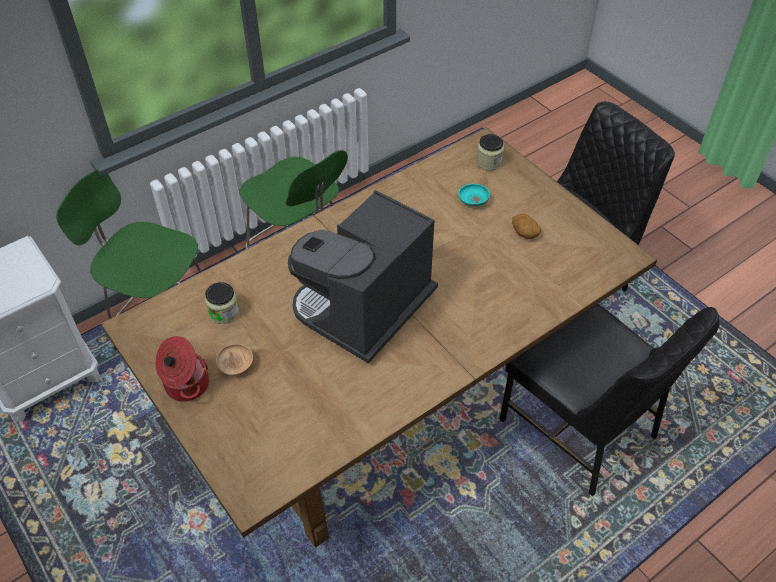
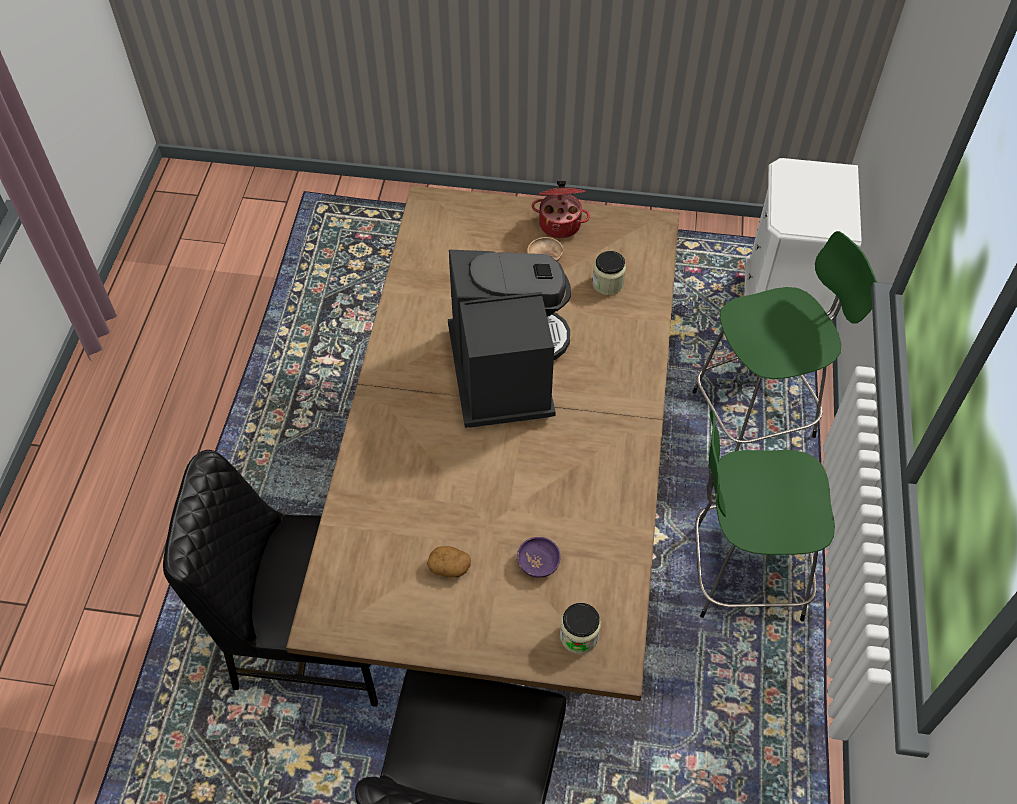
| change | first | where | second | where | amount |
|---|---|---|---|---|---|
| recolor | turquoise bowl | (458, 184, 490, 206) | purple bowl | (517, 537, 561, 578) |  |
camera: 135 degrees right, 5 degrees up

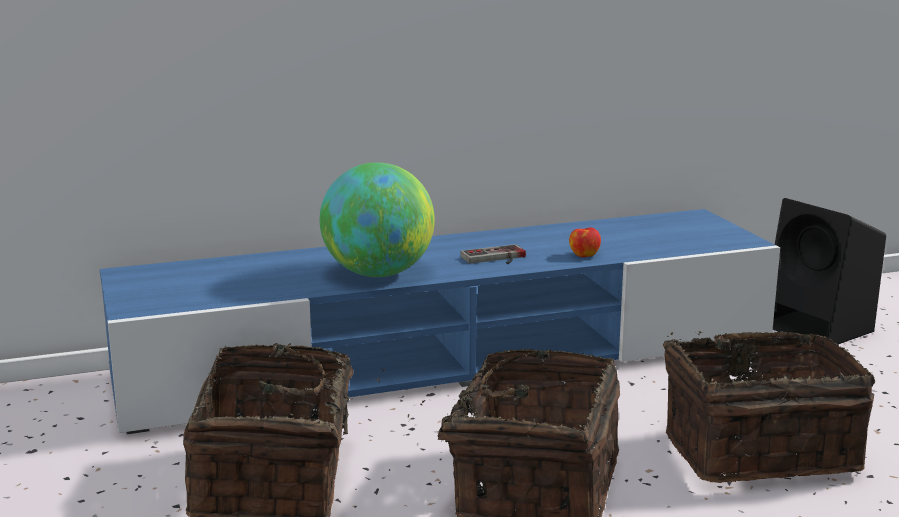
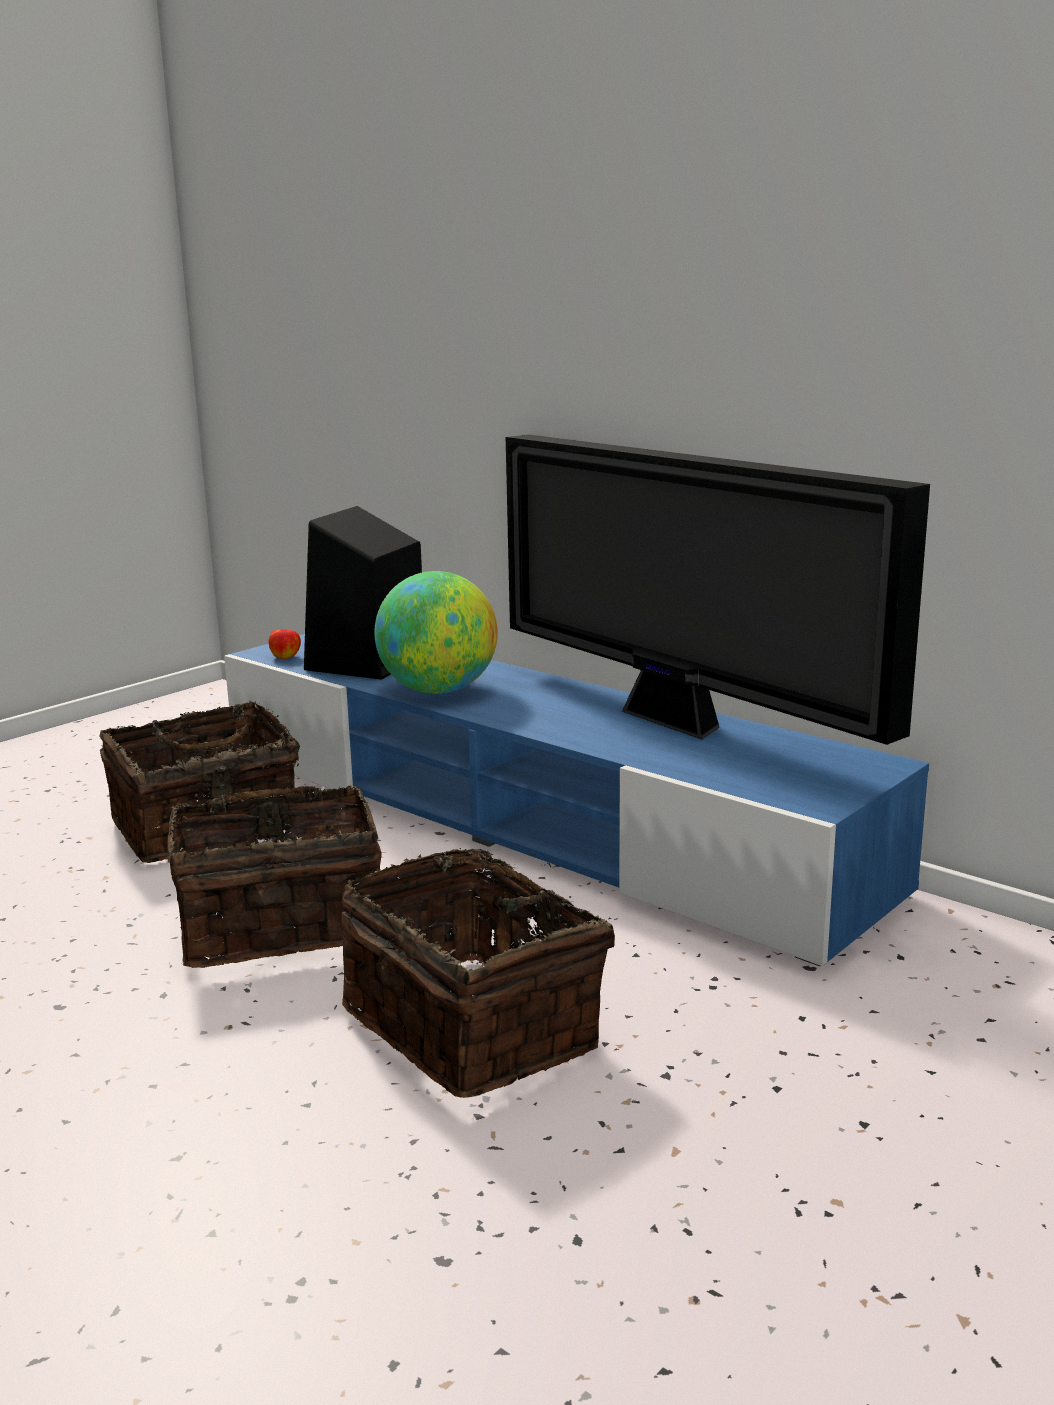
| change | first | where | second | where | amount |
|---|---|---|---|---|---|
| move | apple | (569, 228, 601, 257) |  | (268, 629, 301, 659) |  |
| move | black speaker | (773, 198, 886, 344) |  | (304, 506, 422, 680) |  |
| insert |  |  | television | (506, 434, 930, 745) |  |
| delete | game controller | (460, 244, 526, 264) |  |  |  |
camera: 60 degrees right, 0 degrees up

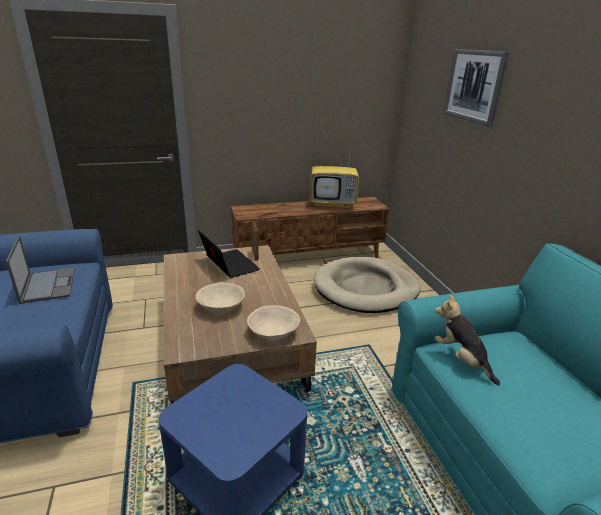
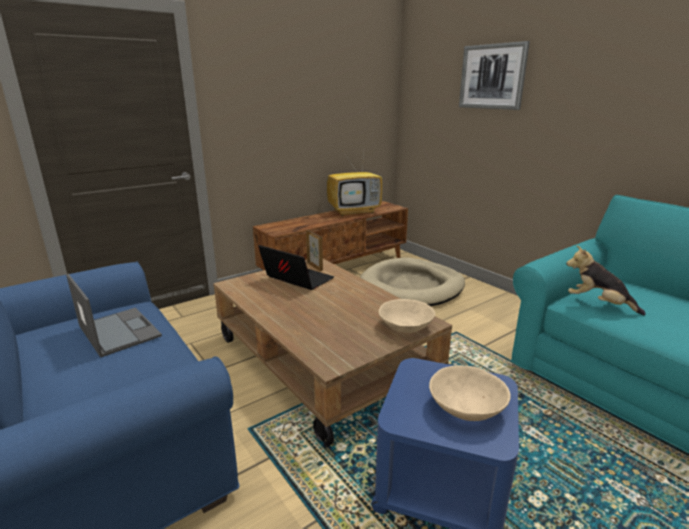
| change | first | where | second | where | amount |
|---|---|---|---|---|---|
| move | beige bowl | (196, 283, 245, 313) |  | (429, 365, 511, 421) |  |
camera: 20 degrees left, 5 degrees down

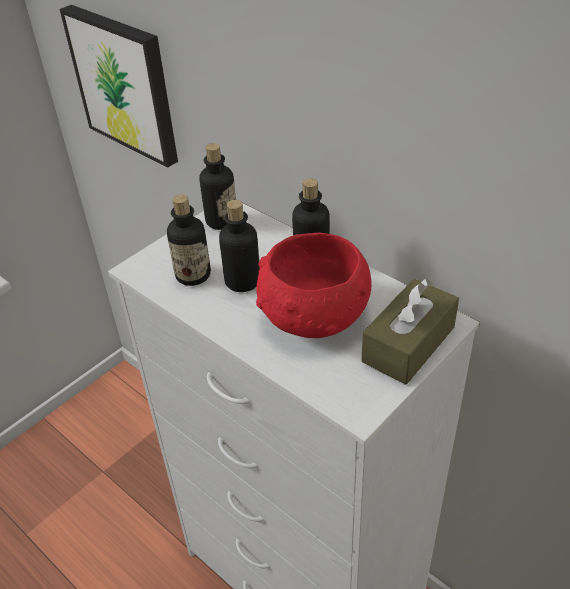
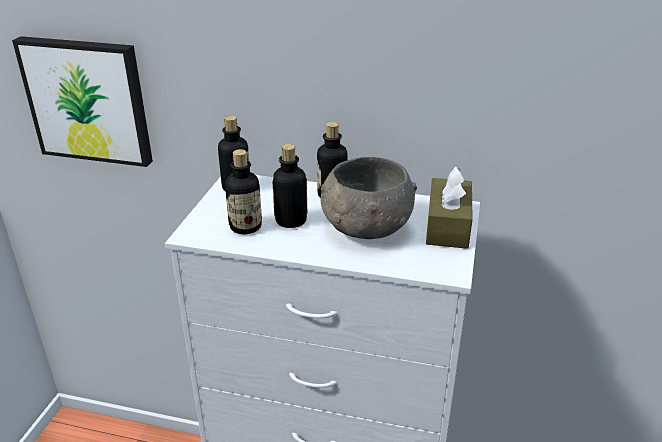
| change | first | where | second | where | amount |
|---|---|---|---|---|---|
| recolor | red bowl | (256, 233, 371, 338) | grey bowl | (321, 157, 417, 239) |  |
camera: 30 degrees left, 10 degrees down

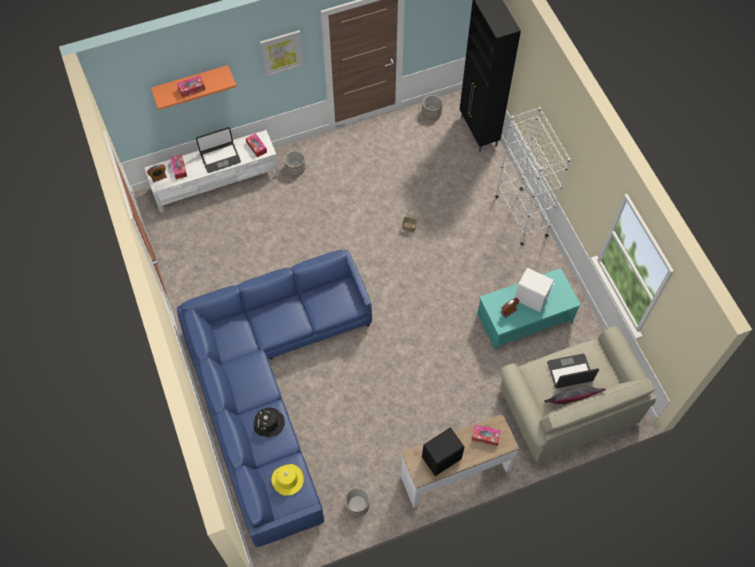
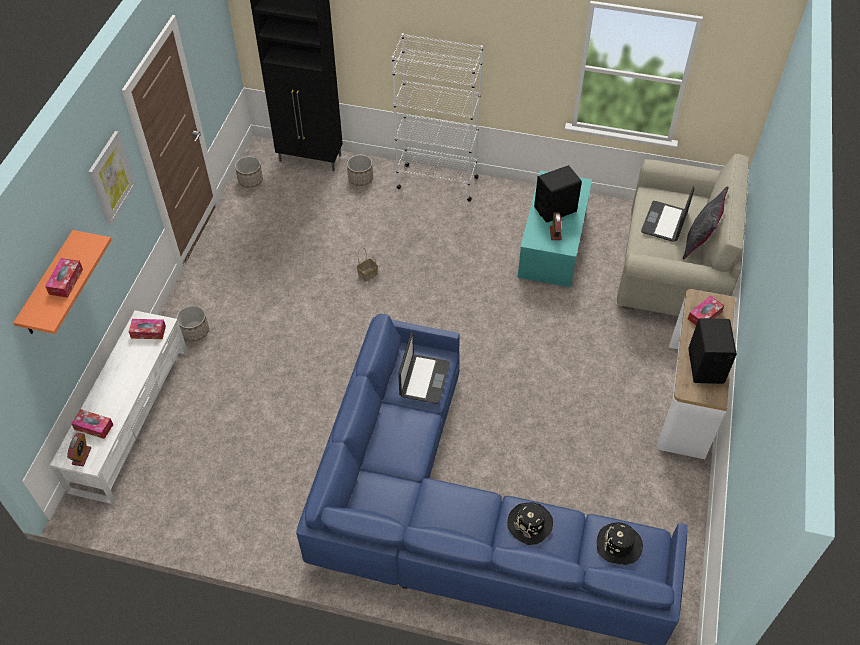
| change | first | where | second | where | amount |
|---|---|---|---|---|---|
| move | planter | (345, 488, 369, 517) |  | (347, 155, 373, 186) |  |
| move | laptop | (196, 127, 241, 173) |  | (398, 333, 450, 404) |  |
| recolor | white speaker | (515, 268, 555, 312) | black speaker | (534, 165, 582, 223) |  |
| recolor | yellow hat | (271, 464, 304, 496) | black hat | (597, 522, 643, 565) |  |
camera: 55 degrees left, 10 degrees down

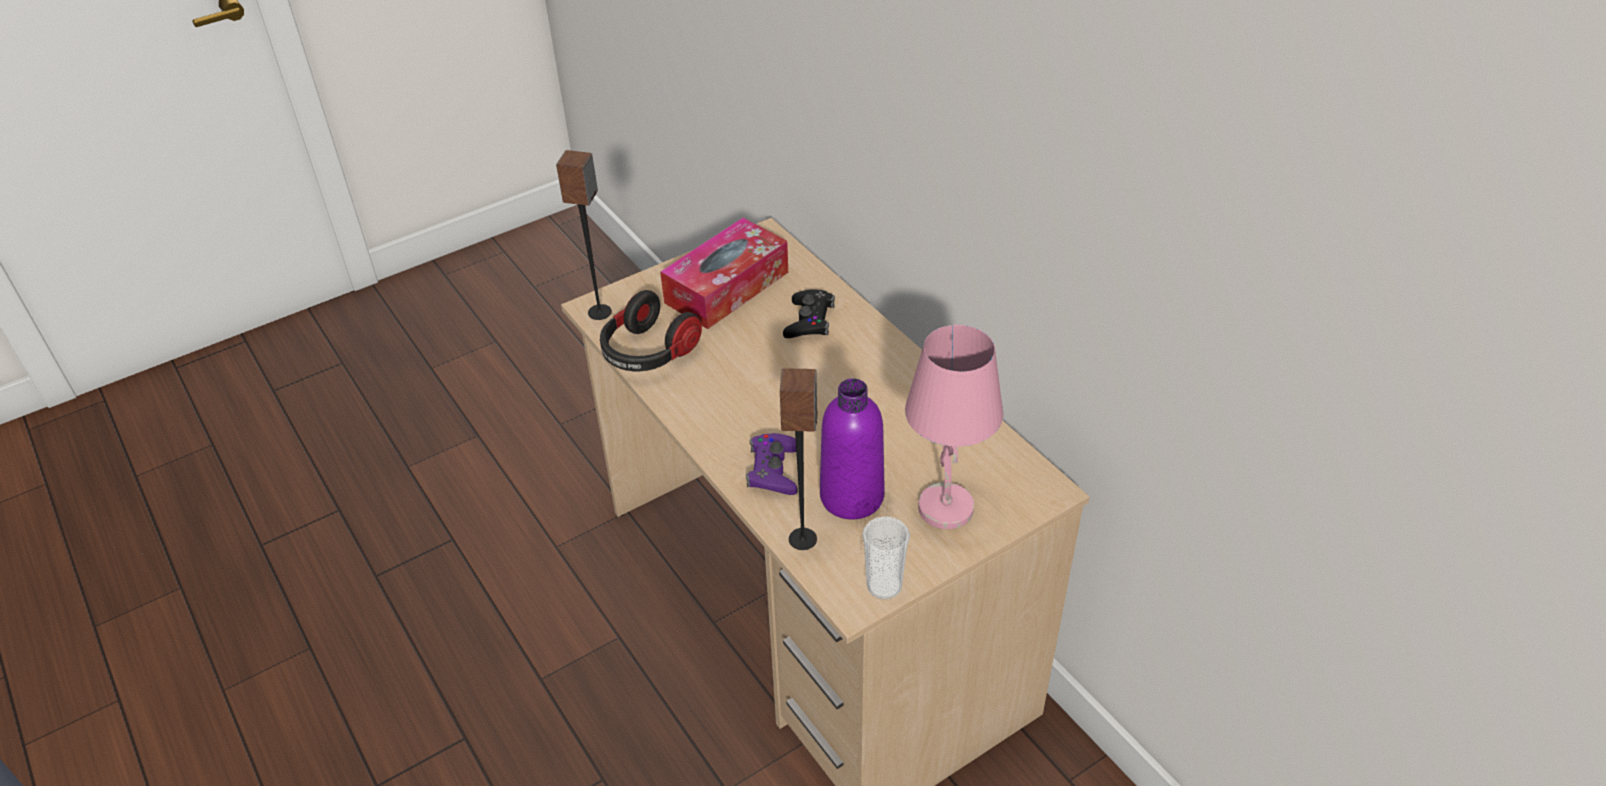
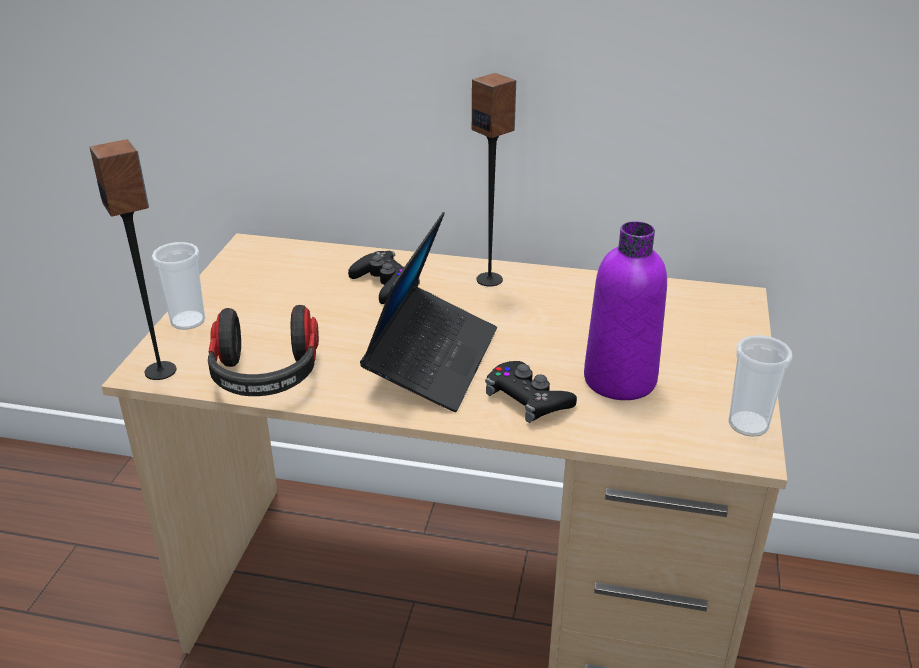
| change | first | where | second | where | amount |
|---|---|---|---|---|---|
| insert |  |  | cup | (152, 242, 205, 330) |  |
| insert |  |  | laptop | (360, 212, 497, 412) |  |
| move | speaker | (780, 368, 817, 550) |  | (472, 73, 516, 286) |  |
| recolor | purple game controller | (746, 433, 798, 495) | black game controller | (485, 361, 577, 423) |  |
| delete | tissue box | (660, 218, 788, 329) |  |  |  |
| delete | pink table lamp | (905, 325, 1003, 529) |  |  |  |
camera: 45 degrees left, 10 degrees down

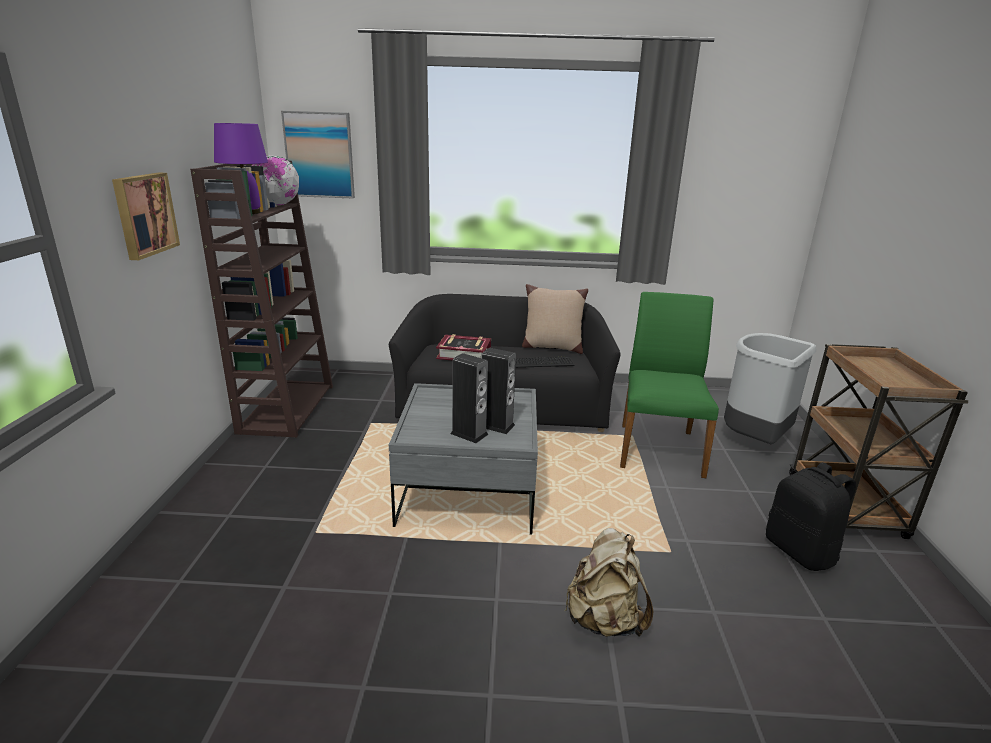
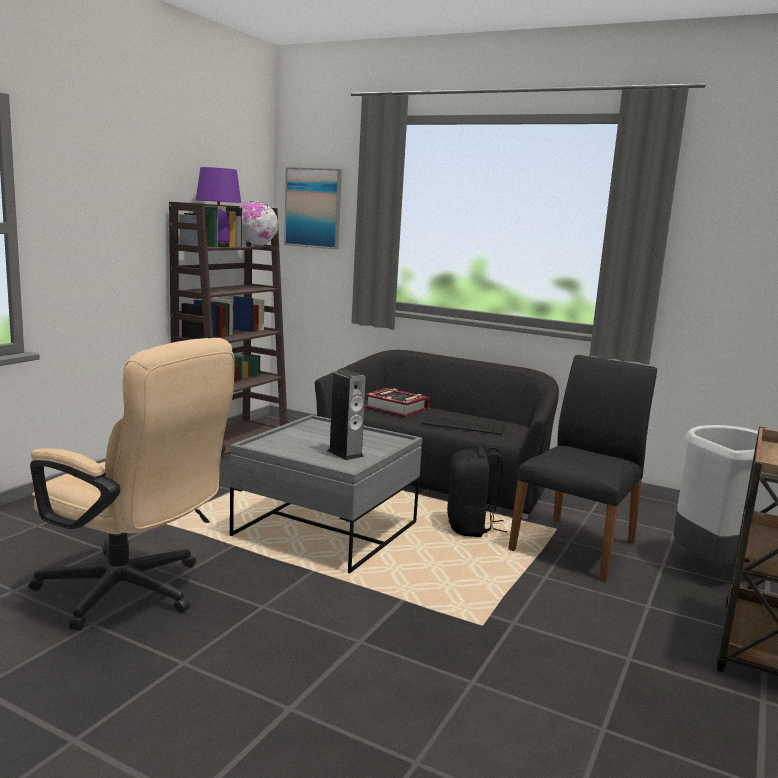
| change | first | where | second | where | amount |
|---|---|---|---|---|---|
| insert |  |  | beige office chair | (29, 338, 235, 631) |  |
| move | black backpack | (766, 462, 856, 571) |  | (447, 445, 507, 537) |  |
| recolor | green chair | (620, 292, 719, 478) | black chair | (508, 355, 657, 582) |  |
| delete | picture | (112, 172, 180, 260) |  |  |  |
| delete | speaker | (450, 353, 489, 443) |  |  |  |
| delete | beige pillow | (522, 284, 588, 354) |  |  |  |
| delete | beige backpack | (565, 528, 653, 637) |  |  |  |
camera: 25 degrees right, 10 degrees down

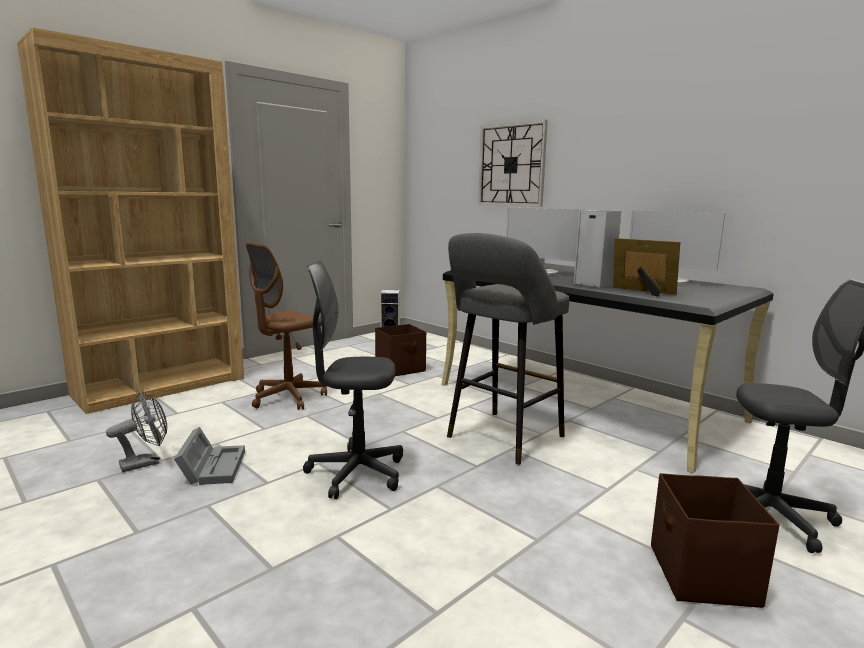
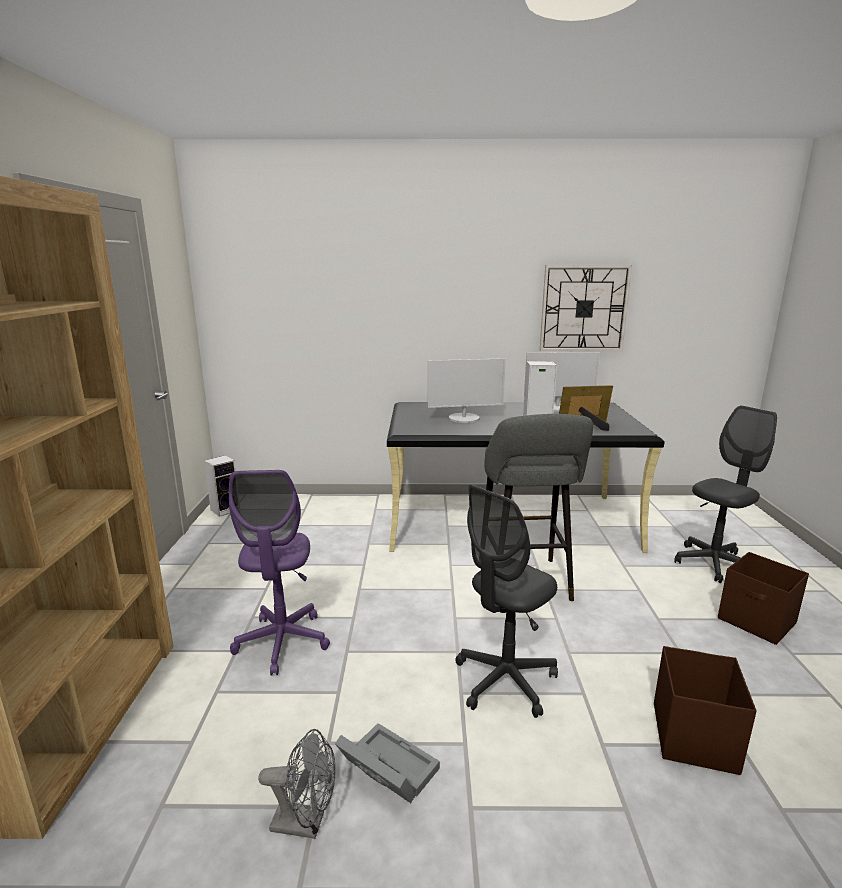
| change | first | where | second | where | amount |
|---|---|---|---|---|---|
| recolor | brown office chair | (246, 243, 327, 410) | purple office chair | (229, 470, 330, 675) |  |
| rotate | grey fan | (106, 392, 167, 472) |  | (258, 729, 335, 839) | 90 degrees clockwise |
| move | wall clock | (478, 120, 548, 207) |  | (540, 265, 632, 351) |  |
| move | brown storage box | (375, 324, 426, 376) |  | (654, 646, 757, 775) |  |
camera: 45 degrees left, 5 degrees up

